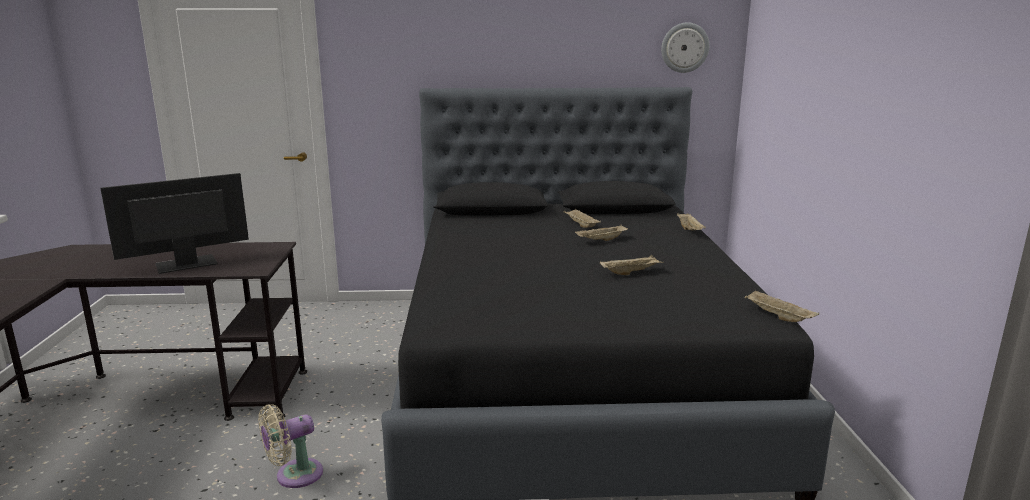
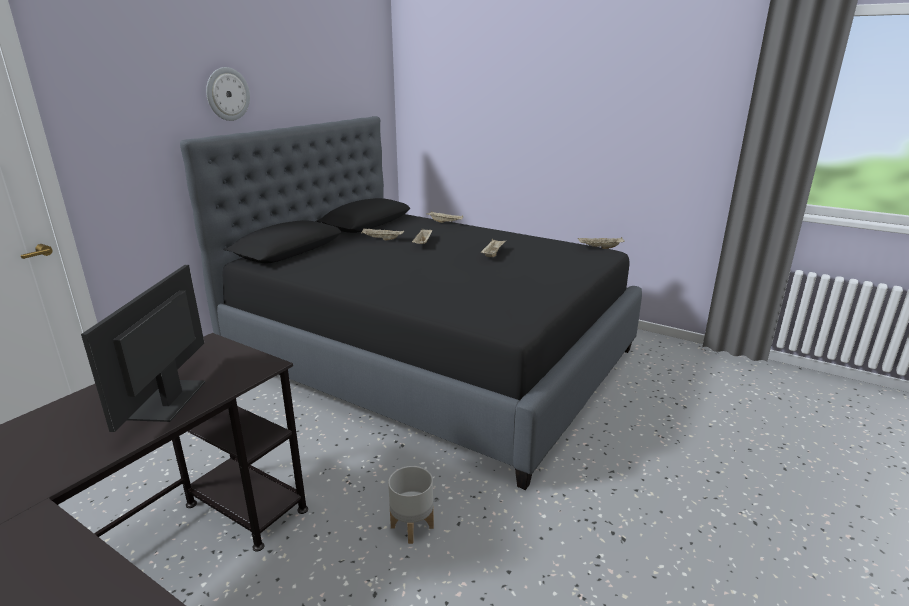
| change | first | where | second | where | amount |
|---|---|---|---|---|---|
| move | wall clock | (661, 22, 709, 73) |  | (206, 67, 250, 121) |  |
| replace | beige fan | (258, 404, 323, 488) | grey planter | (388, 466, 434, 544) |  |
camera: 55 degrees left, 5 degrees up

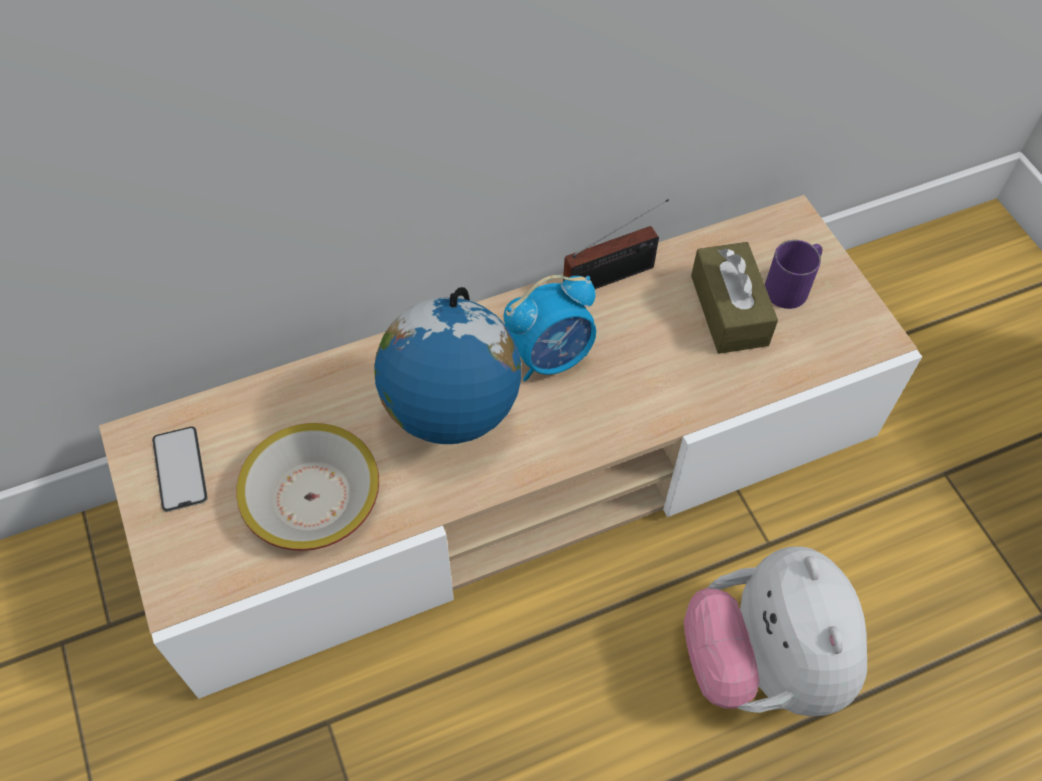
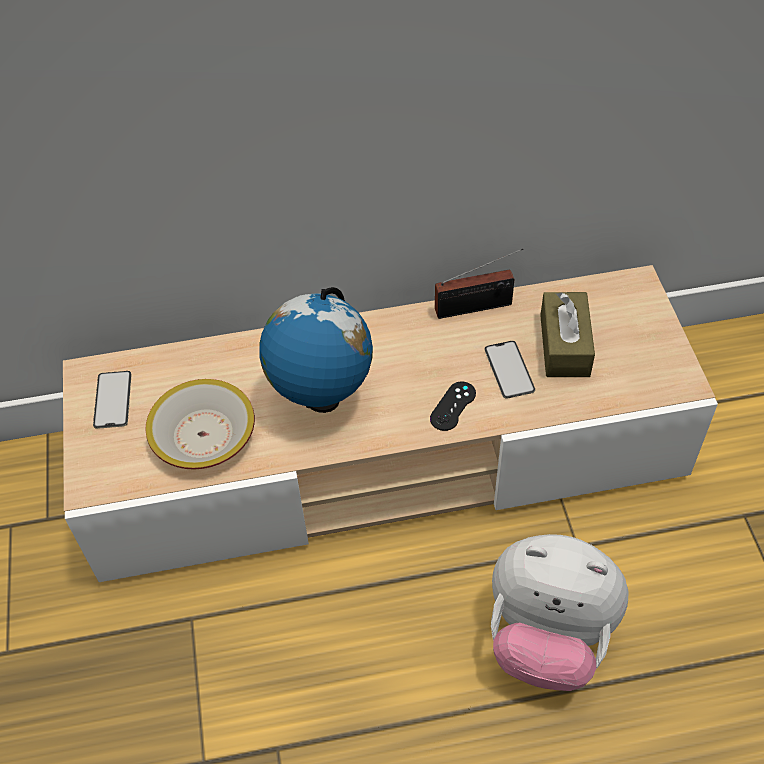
| change | first | where | second | where | amount |
|---|---|---|---|---|---|
| insert |  |  | black game controller | (430, 381, 476, 431) |  |
| insert |  |  | phone | (484, 341, 535, 399) |  |
| rotate | plush toy | (684, 546, 867, 716) |  | (491, 534, 629, 691) | 75 degrees counterclockwise |
| delete | alarm clock | (504, 275, 596, 381) |  |  |  |
| delete | purple mug | (765, 240, 822, 309) |  |  |  |
camera: 15 degrees right, 5 degrees down

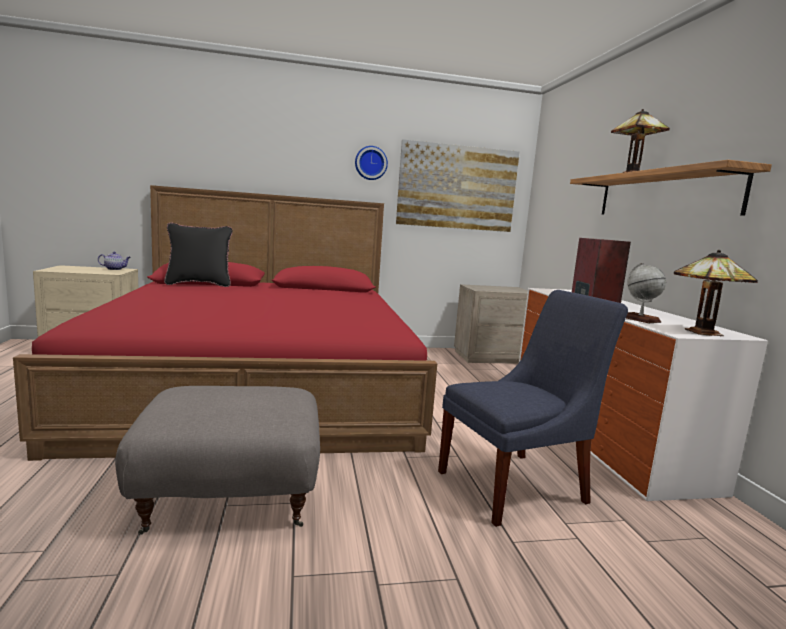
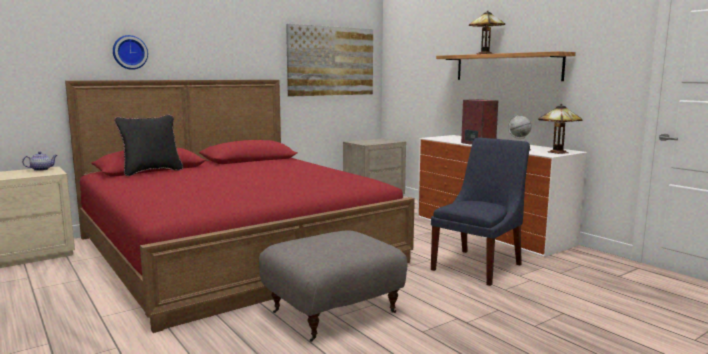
| change | first | where | second | where | amount |
|---|---|---|---|---|---|
| move | wall clock | (355, 146, 388, 180) |  | (113, 35, 148, 70) |  |
camera: 25 degrees left, 0 degrees up

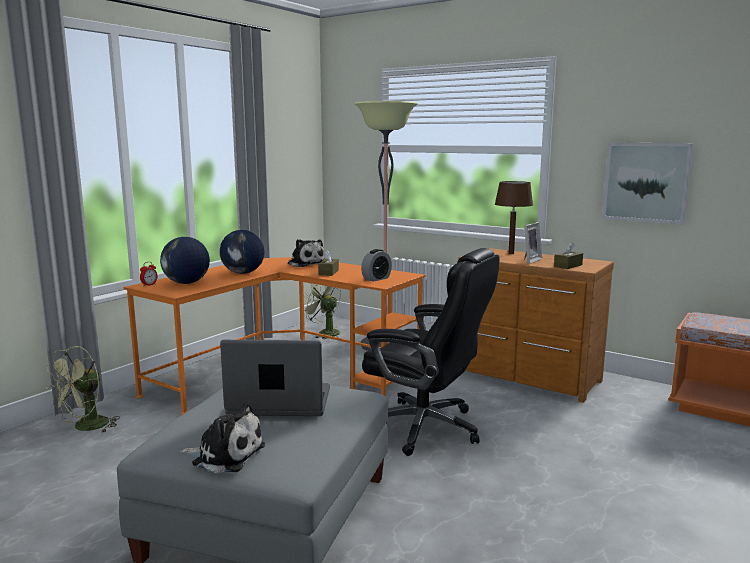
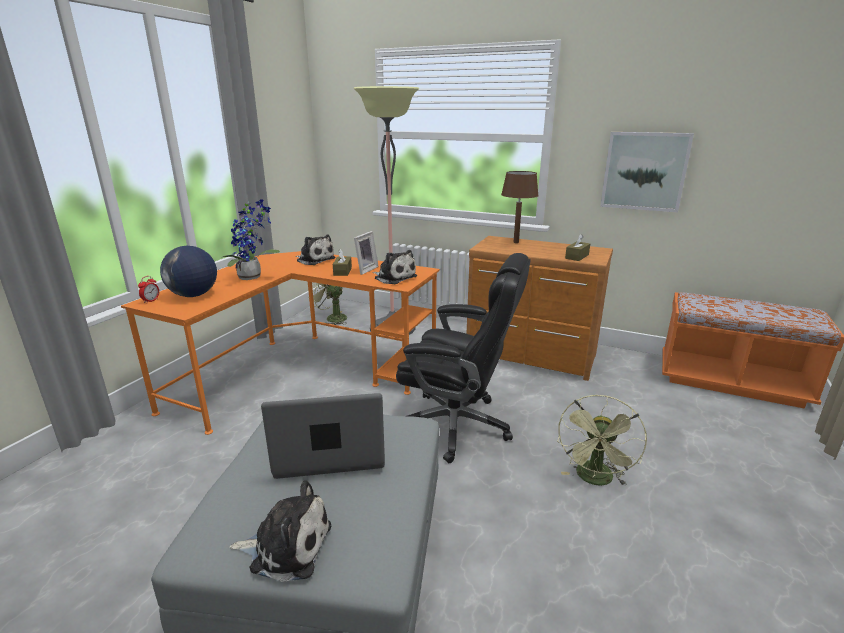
| change | first | where | second | where | amount |
|---|---|---|---|---|---|
| replace | globe | (219, 230, 264, 274) | potted plant | (221, 199, 280, 280) |  |
| move | picture frame | (524, 222, 542, 264) |  | (354, 231, 379, 275) |  |
| replace | alarm clock | (361, 249, 392, 282) | plush toy | (372, 250, 417, 284) |  |
| move | green fan | (46, 346, 120, 433) |  | (557, 395, 647, 486) |  |
camera: 10 degrees left, 10 degrees up

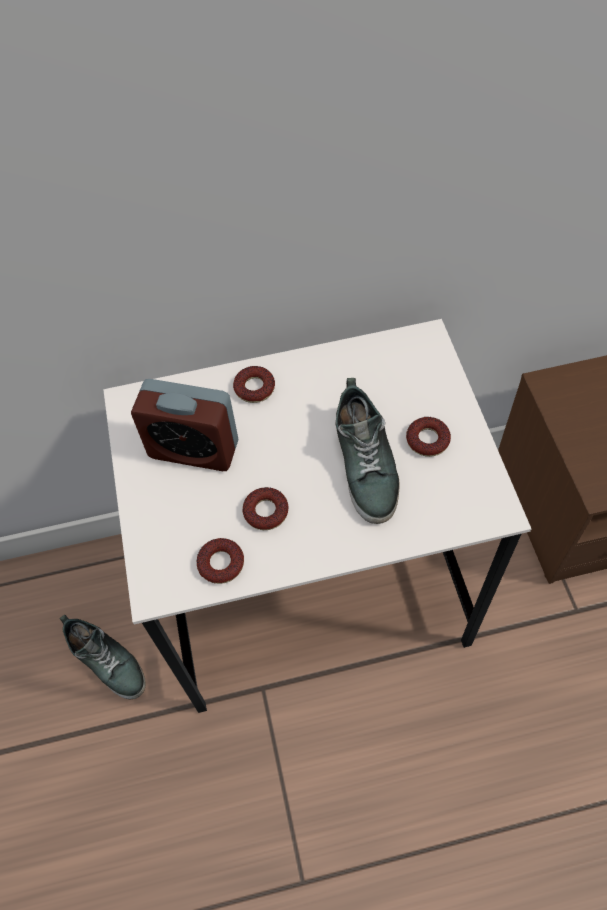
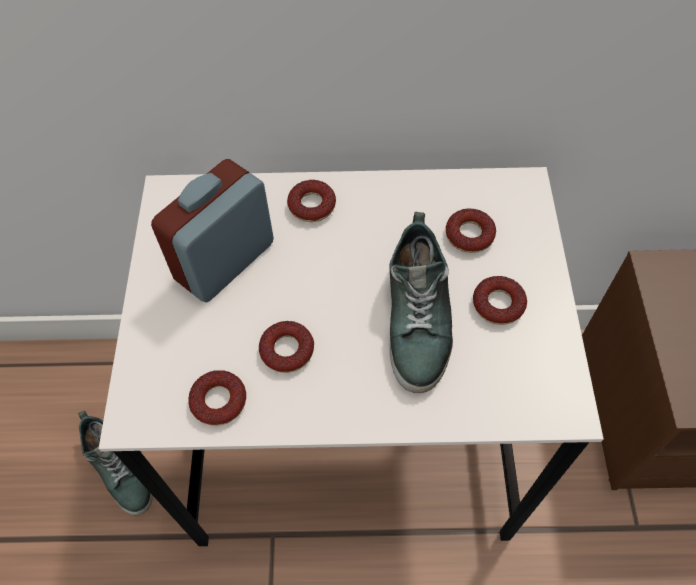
| change | first | where | second | where | amount |
|---|---|---|---|---|---|
| rotate | alarm clock | (131, 379, 239, 471) |  | (151, 159, 274, 303) | 105 degrees clockwise |
| insert |  |  | donut | (446, 208, 496, 253) |  |
camera: 10 degrees right, 0 degrees up

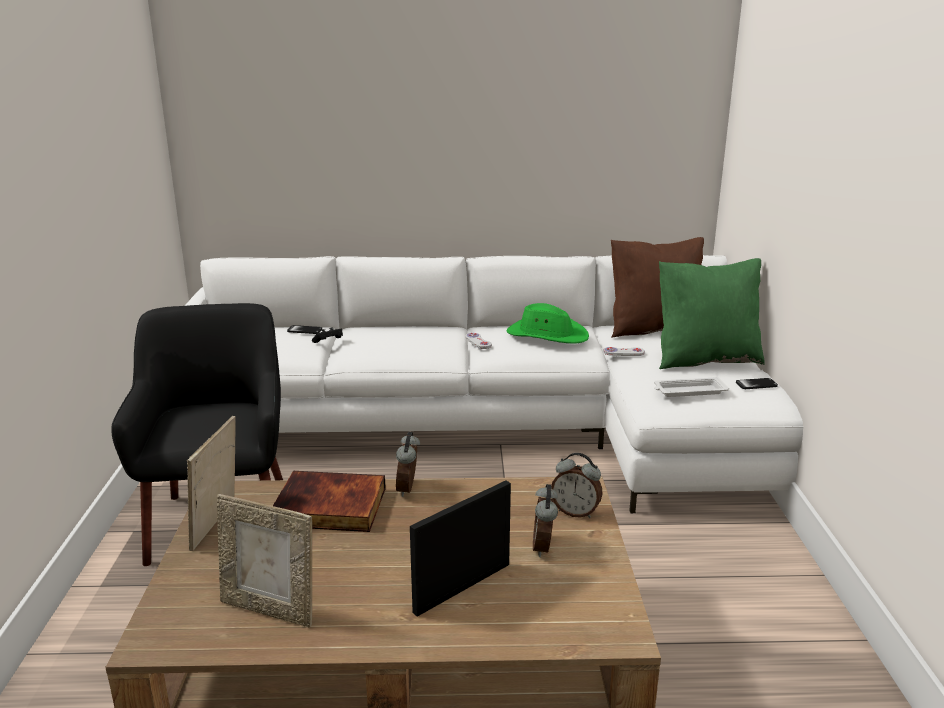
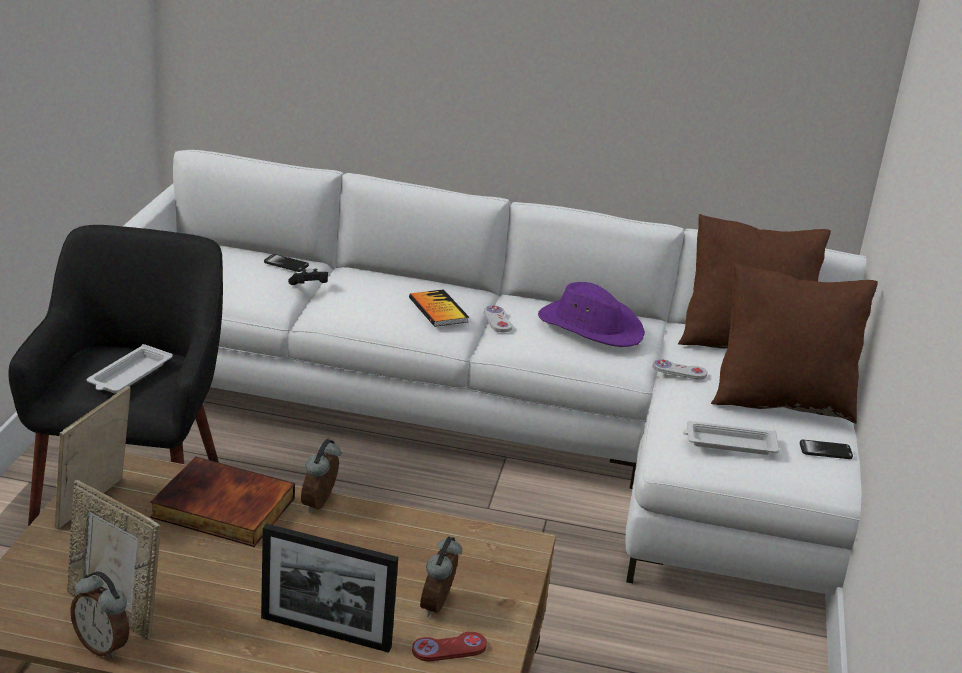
| change | first | where | second | where | amount |
|---|---|---|---|---|---|
| move | alarm clock | (551, 453, 603, 518) |  | (70, 571, 129, 659) |  |
| insert |  |  | white tray | (87, 344, 173, 394) |  |
| rotate | picture frame | (410, 480, 511, 617) |  | (261, 524, 398, 653) | 135 degrees counterclockwise |
| insert |  |  | book | (409, 289, 469, 327) |  |
| insert |  |  | red game controller | (412, 632, 487, 661) |  |
| recolor | green hat | (507, 303, 589, 344) | purple hat | (538, 282, 645, 347) |  |
| recolor | green pillow | (659, 258, 765, 369) | brown pillow | (711, 263, 878, 424) |  |
camera: 10 degrees right, 5 degrees up

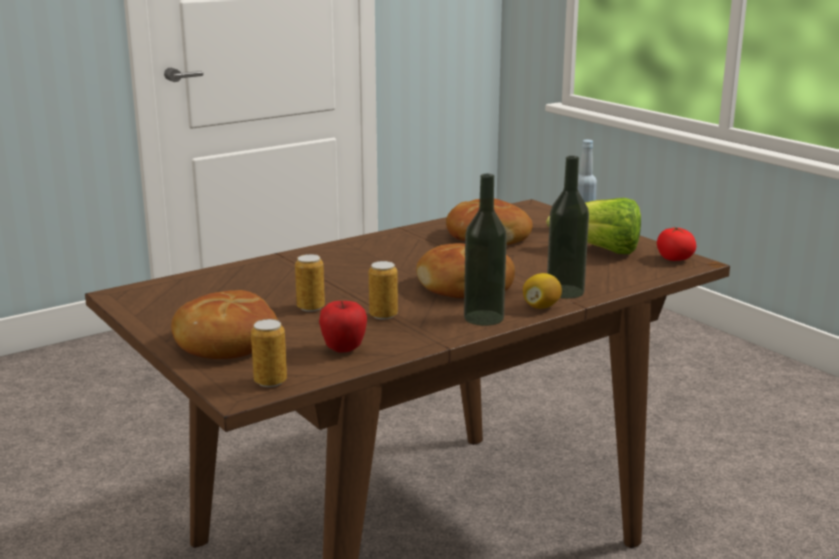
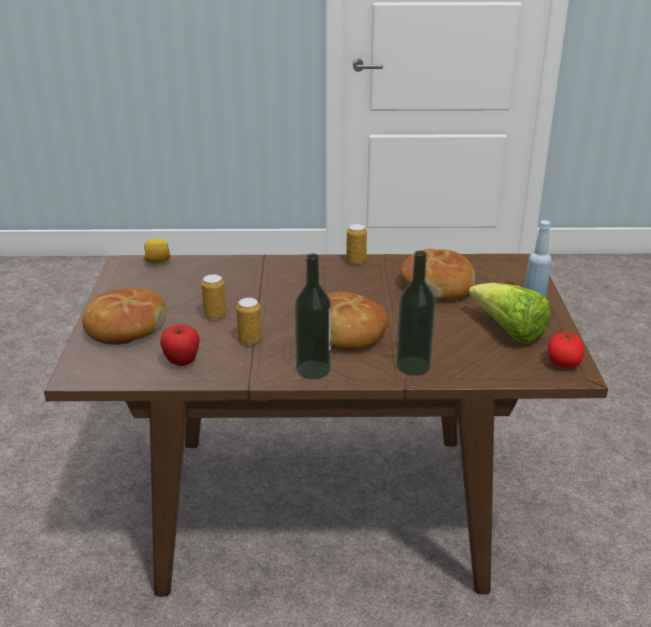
| change | first | where | second | where | amount |
|---|---|---|---|---|---|
| move | lemon | (523, 273, 562, 309) |  | (144, 239, 171, 264) |  |
| move | can | (251, 319, 287, 387) |  | (346, 224, 367, 264) |  |
camera: 35 degrees right, 10 degrees up

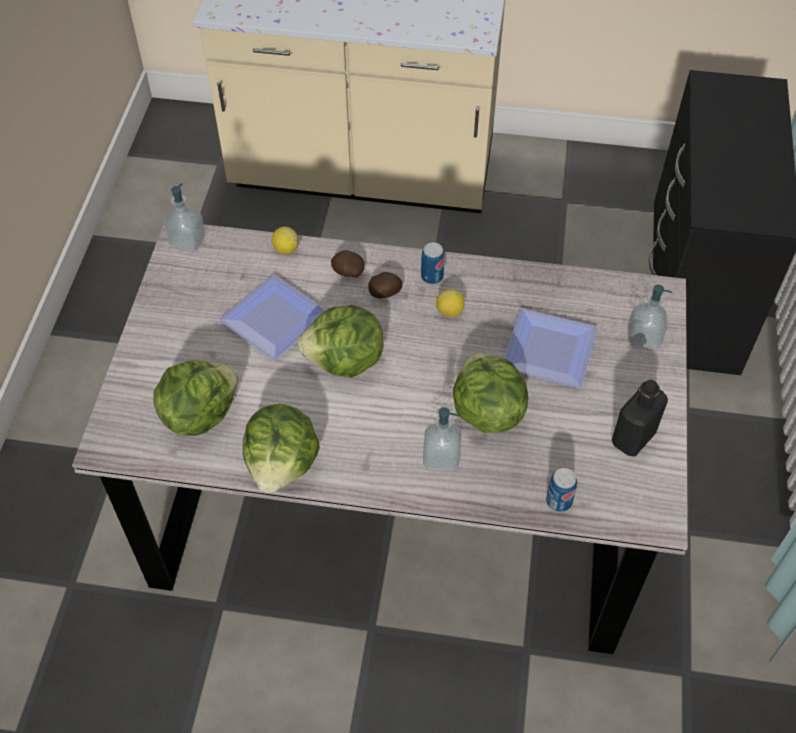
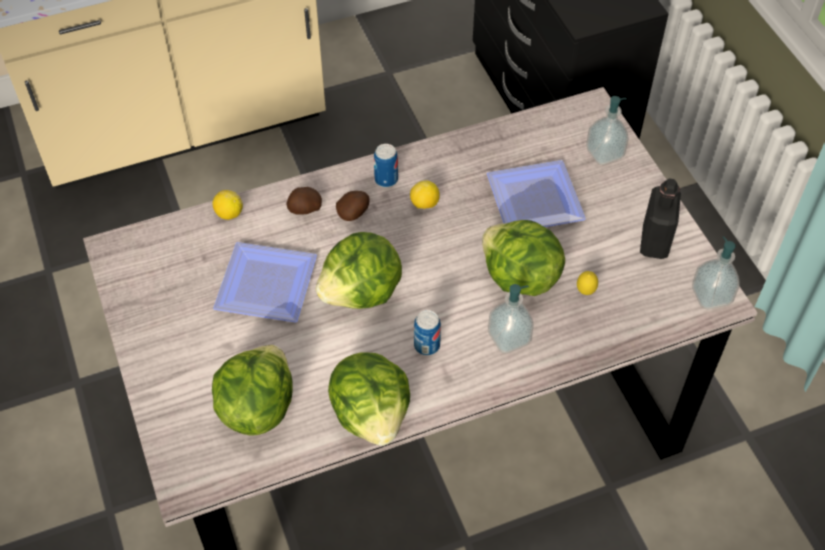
| change | first | where | second | where | amount |
|---|---|---|---|---|---|
| move | can | (546, 468, 577, 512) |  | (414, 310, 441, 356) |  |
| insert |  |  | lemon | (577, 271, 598, 295) |  |
| move | soap dispenser | (165, 183, 205, 252) |  | (692, 236, 740, 309) |  |
camera: 30 degrees left, 0 degrees up

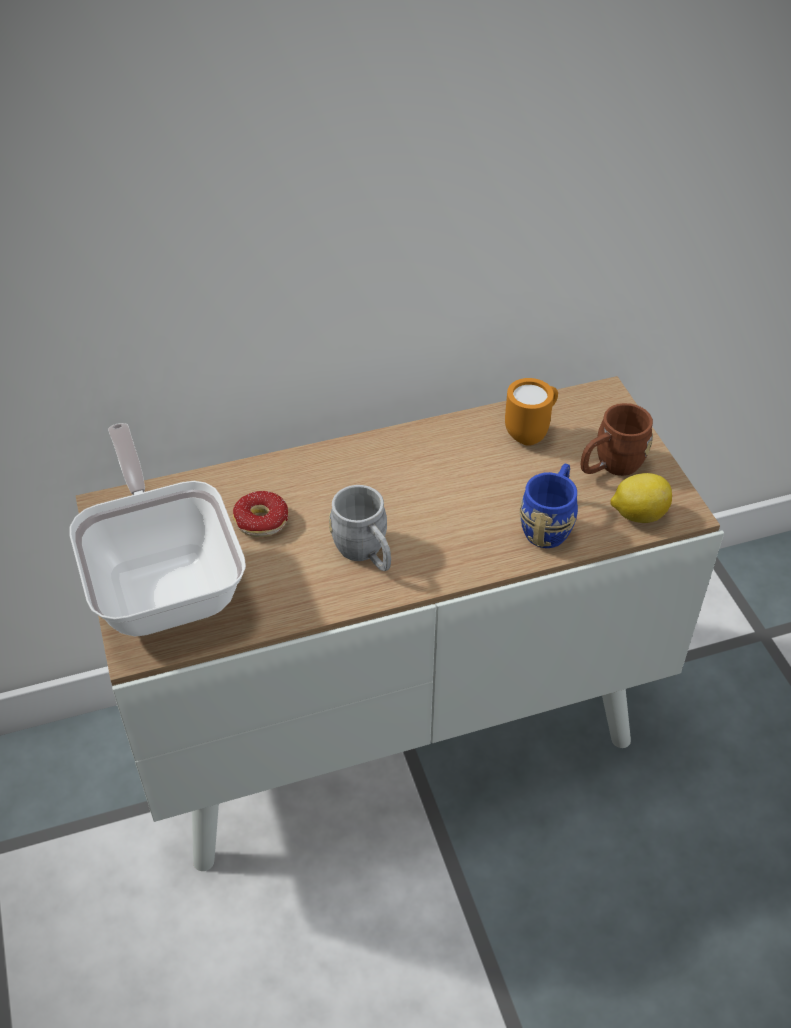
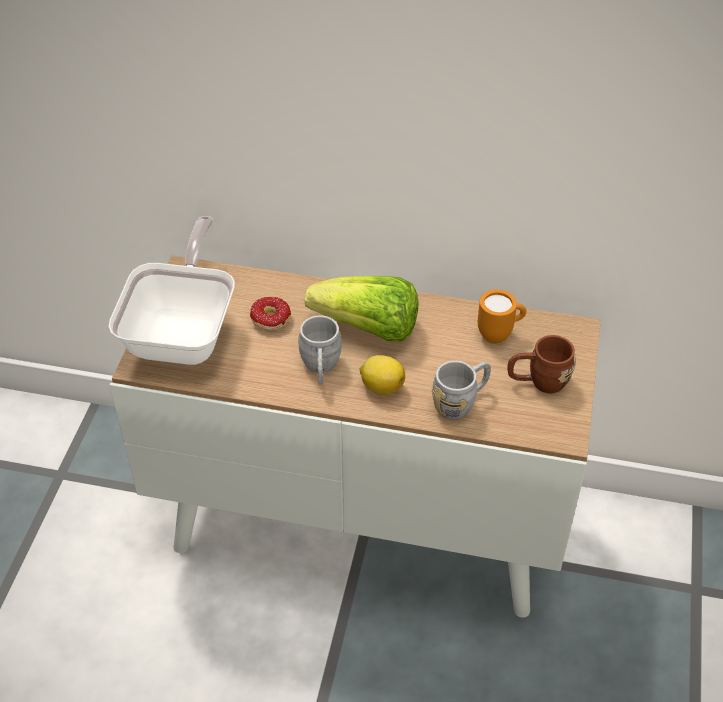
| change | first | where | second | where | amount |
|---|---|---|---|---|---|
| insert |  |  | lettuce | (305, 276, 419, 341) |  |
| move | lemon | (610, 473, 672, 523) |  | (359, 355, 405, 395) |  |
| recolor | blue mug | (520, 463, 578, 548) | grey mug | (432, 360, 491, 420) |  |
camera: 30 degrees right, 0 degrees up

